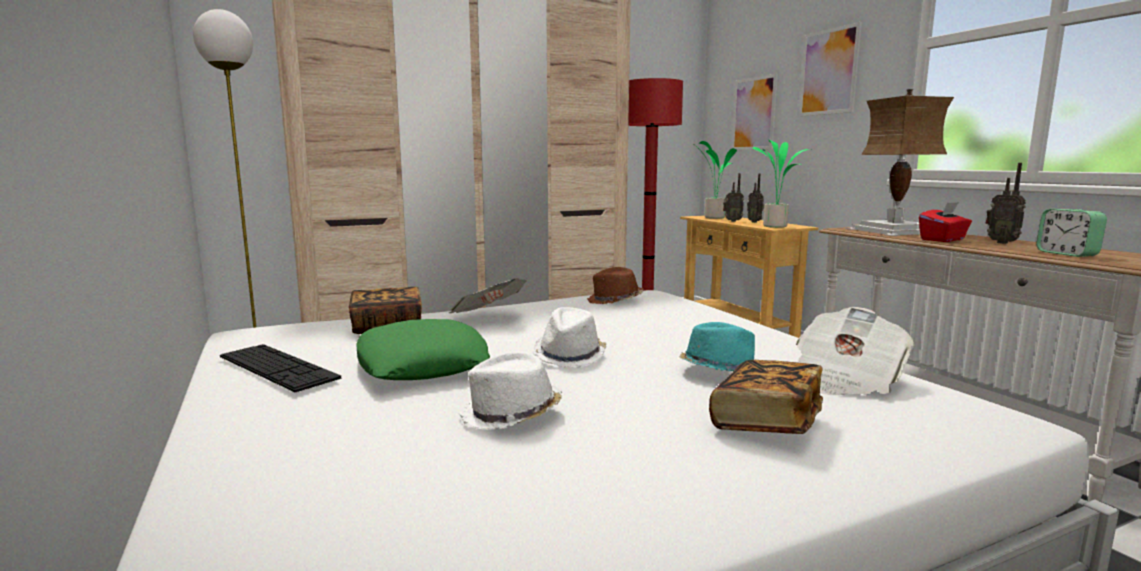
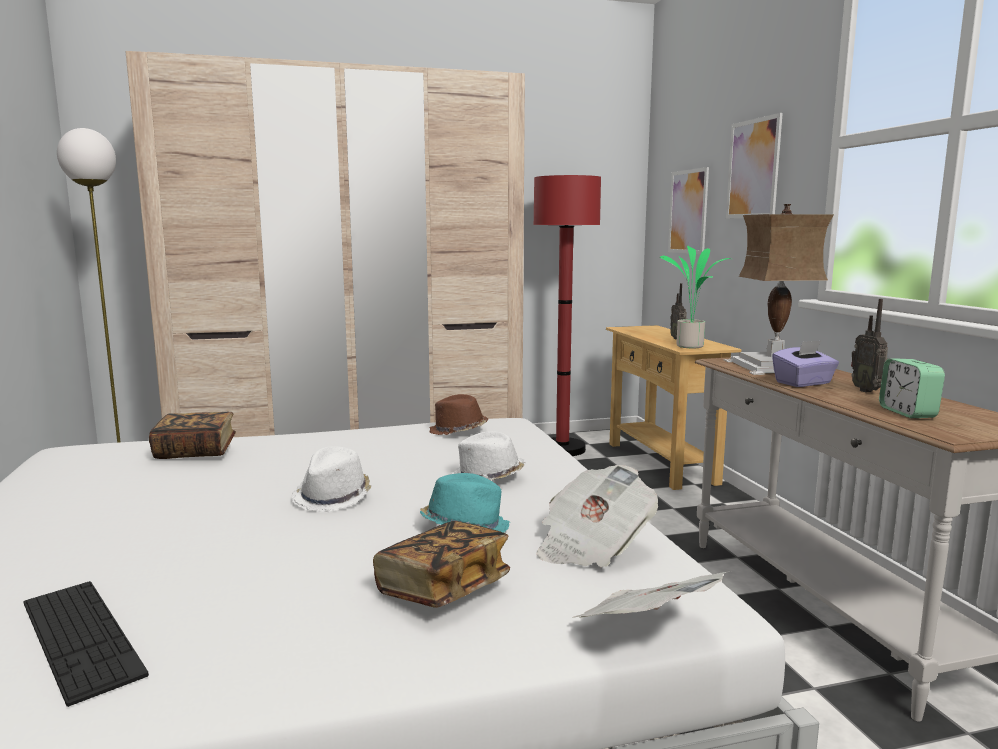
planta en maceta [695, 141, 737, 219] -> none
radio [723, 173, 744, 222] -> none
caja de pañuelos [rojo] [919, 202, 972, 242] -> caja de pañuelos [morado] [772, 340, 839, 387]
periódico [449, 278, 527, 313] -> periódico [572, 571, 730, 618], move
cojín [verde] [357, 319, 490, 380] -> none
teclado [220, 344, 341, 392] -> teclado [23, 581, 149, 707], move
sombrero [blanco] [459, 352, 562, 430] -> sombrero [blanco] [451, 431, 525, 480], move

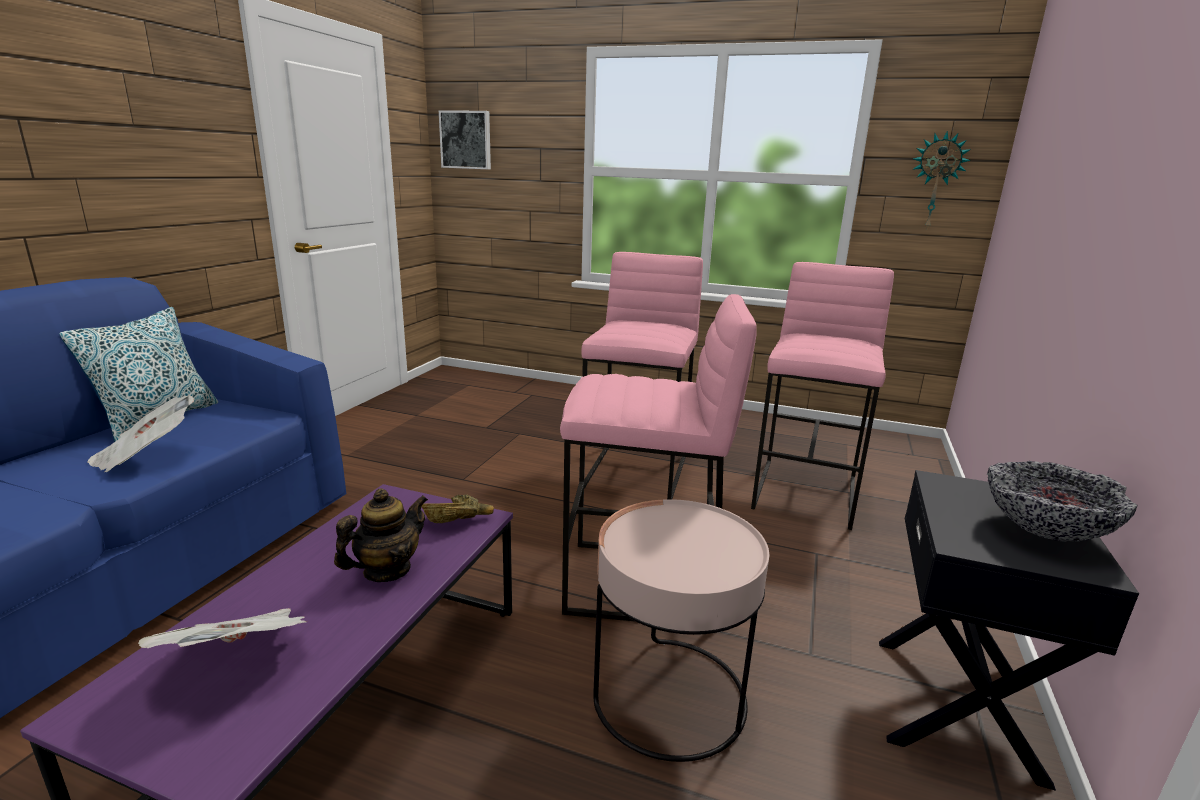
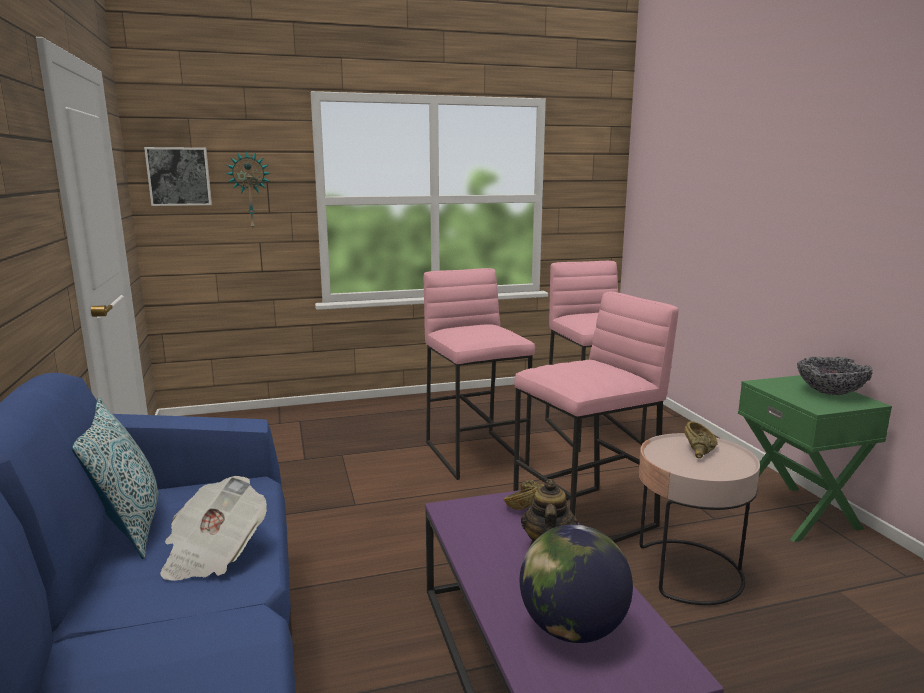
reloj de pared [912, 131, 971, 231] -> reloj de pared [226, 151, 271, 228], move
mesita de noche [negro] [879, 470, 1139, 791] -> mesita de noche [verde] [738, 375, 892, 542]
periódico [138, 608, 308, 648] -> globo terráqueo [520, 524, 633, 643]
none -> cuenco [marrón] [684, 421, 718, 458]

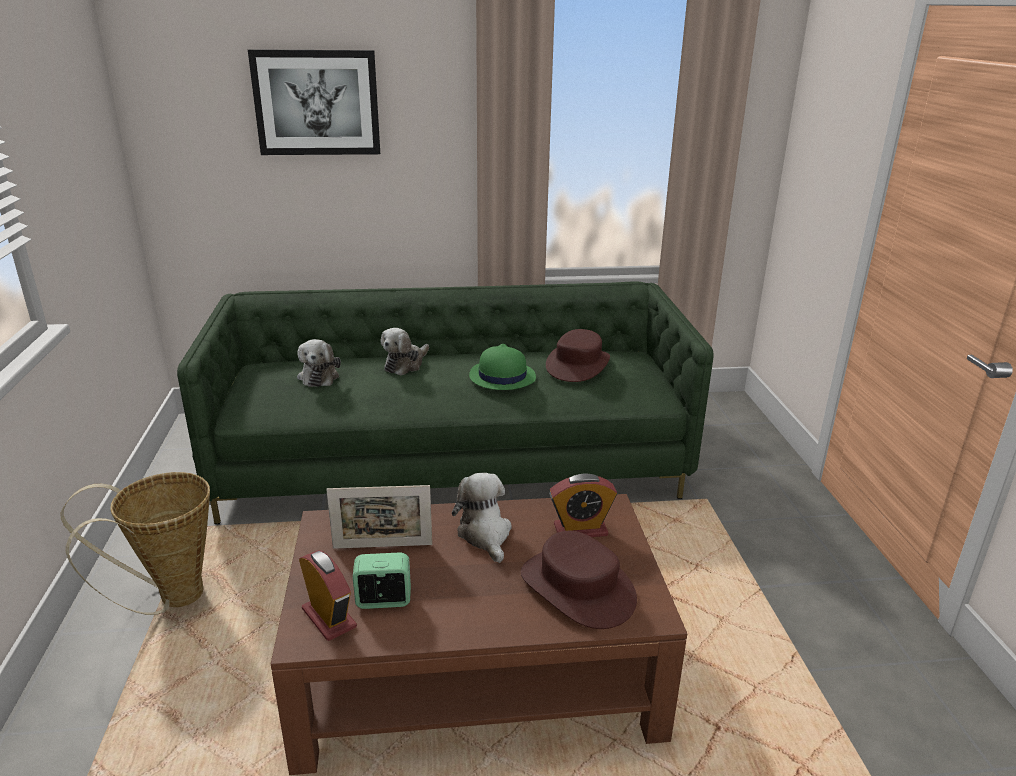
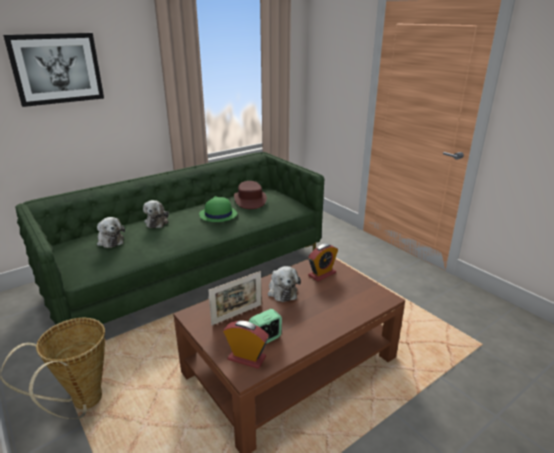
peluche [452, 473, 512, 563] -> peluche [268, 266, 301, 302], 150 degrees counterclockwise
sombrero [marrón] [521, 531, 637, 629] -> none

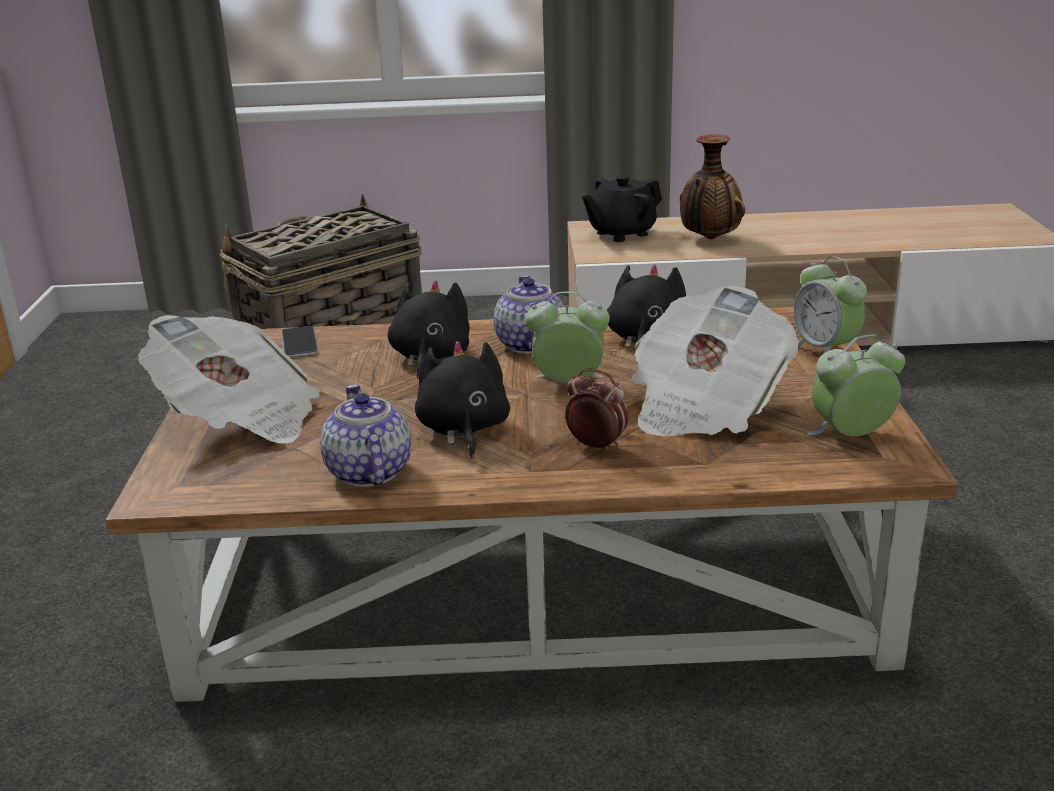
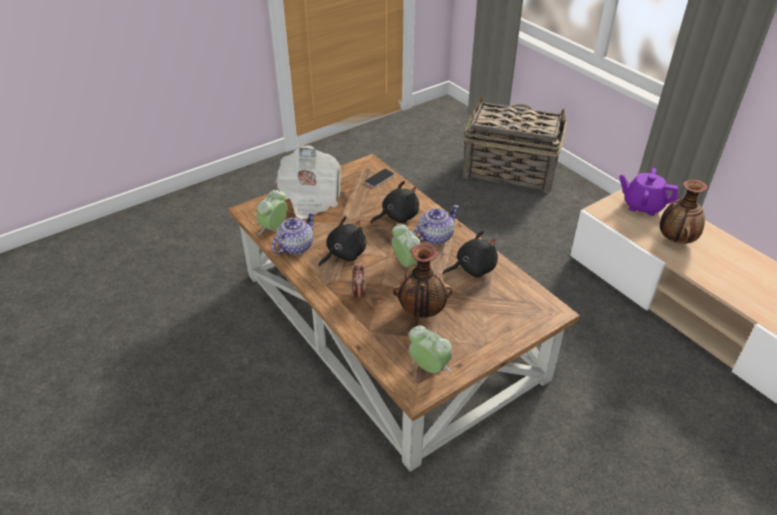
tetera [negro] [582, 175, 662, 242] -> tetera [morado] [619, 168, 678, 216]
despertador [794, 256, 867, 353] -> despertador [256, 190, 287, 235], move
periódico [631, 286, 798, 436] -> florero [393, 243, 452, 318]

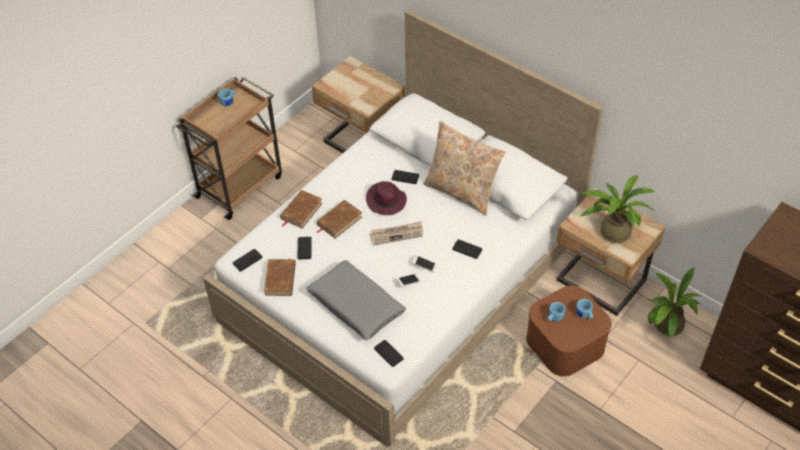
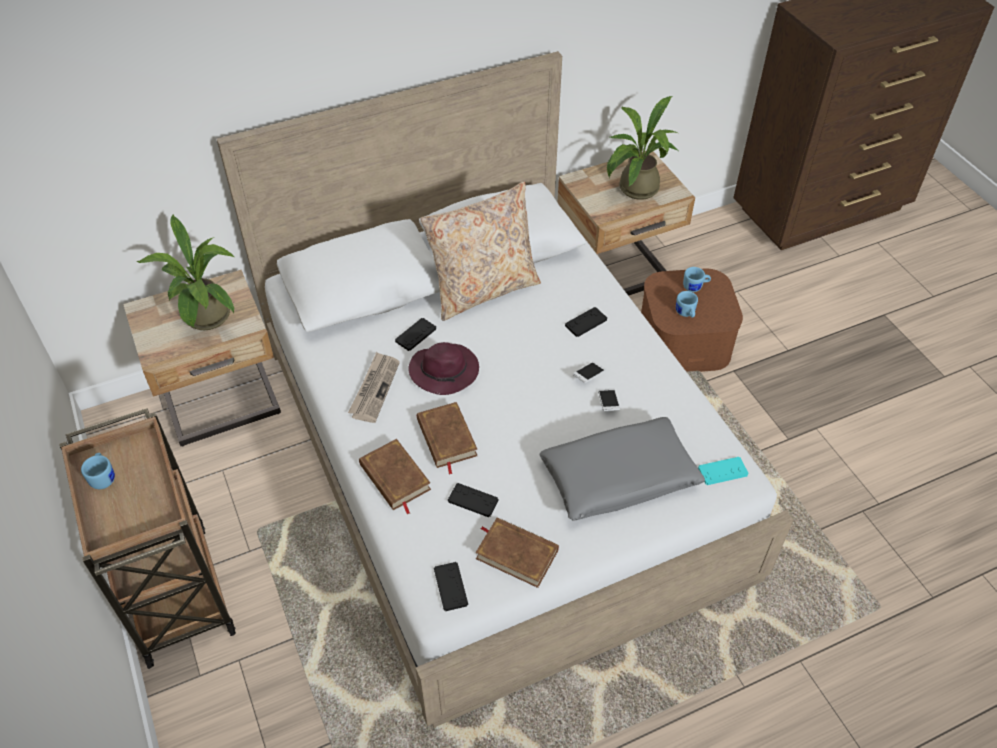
periódico [370, 221, 423, 246] -> periódico [348, 352, 400, 423], move
planta en maceta [648, 268, 701, 338] -> planta en maceta [137, 214, 235, 330], move
mando de consola [negro] [374, 340, 404, 367] -> mando de consola [turquesa] [698, 457, 748, 485]

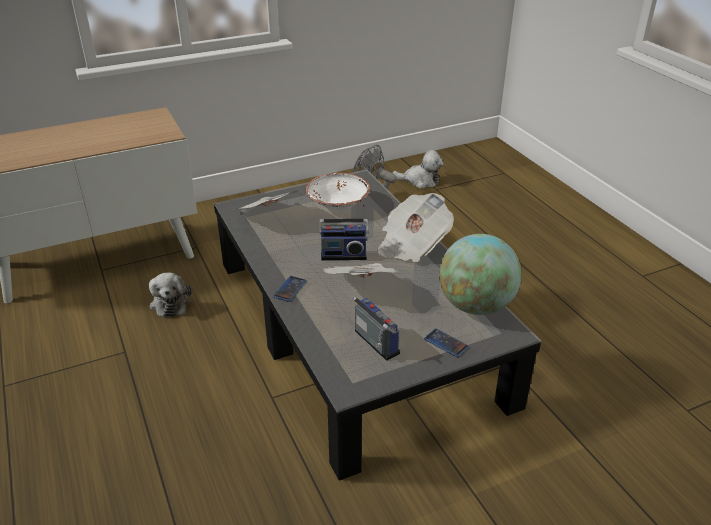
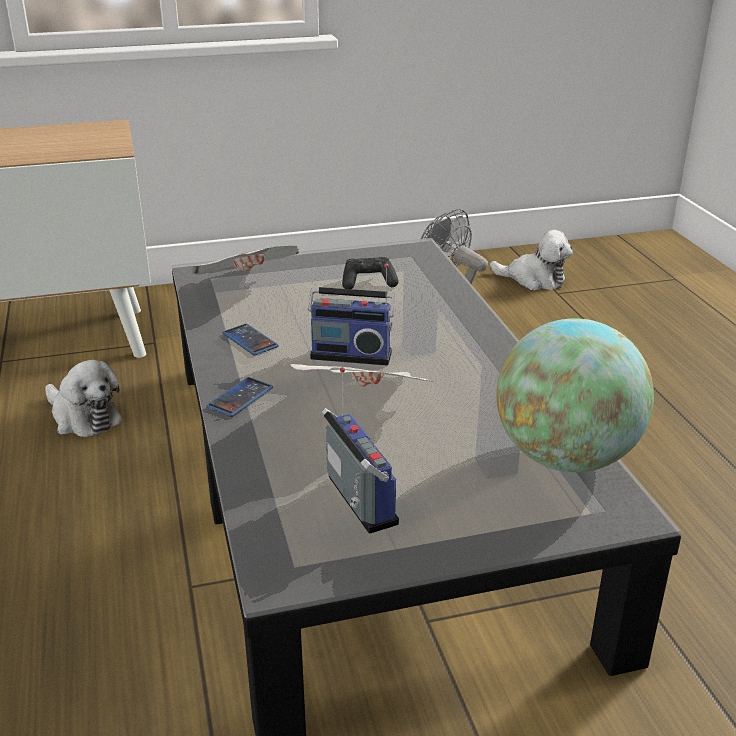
cuenco [blanco] [305, 173, 370, 211] -> mando de consola [negro] [342, 257, 399, 289]
periódico [377, 193, 454, 262] -> none
peluche [149, 273, 192, 318] -> peluche [45, 360, 122, 437], 45 degrees counterclockwise
móvil [424, 328, 469, 357] -> móvil [222, 324, 279, 356], move

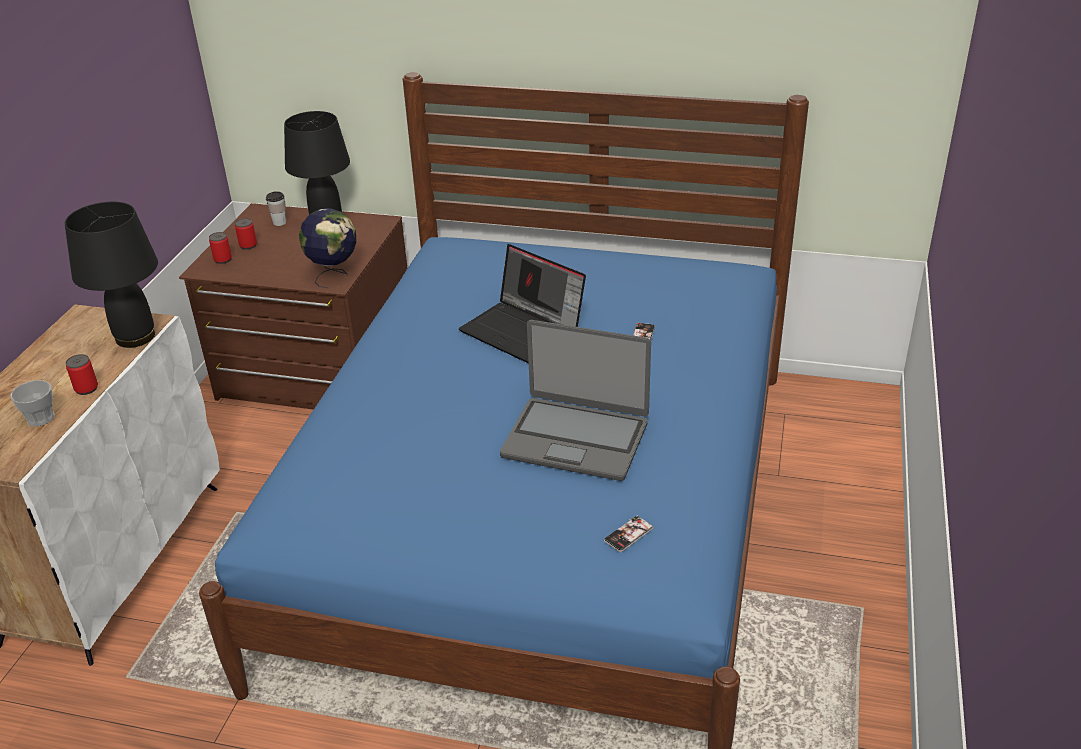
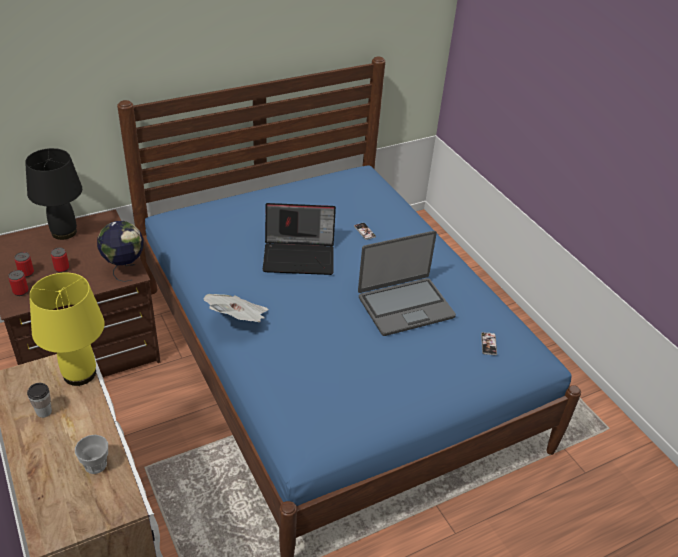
taza [266, 191, 286, 226] -> taza [27, 383, 52, 418], move
lámpara de mesa [negro] [65, 202, 158, 348] -> lámpara de mesa [amarillo] [29, 272, 105, 386]
lata [66, 354, 98, 395] -> lata [51, 247, 69, 273], move
none -> periódico [204, 294, 268, 322]

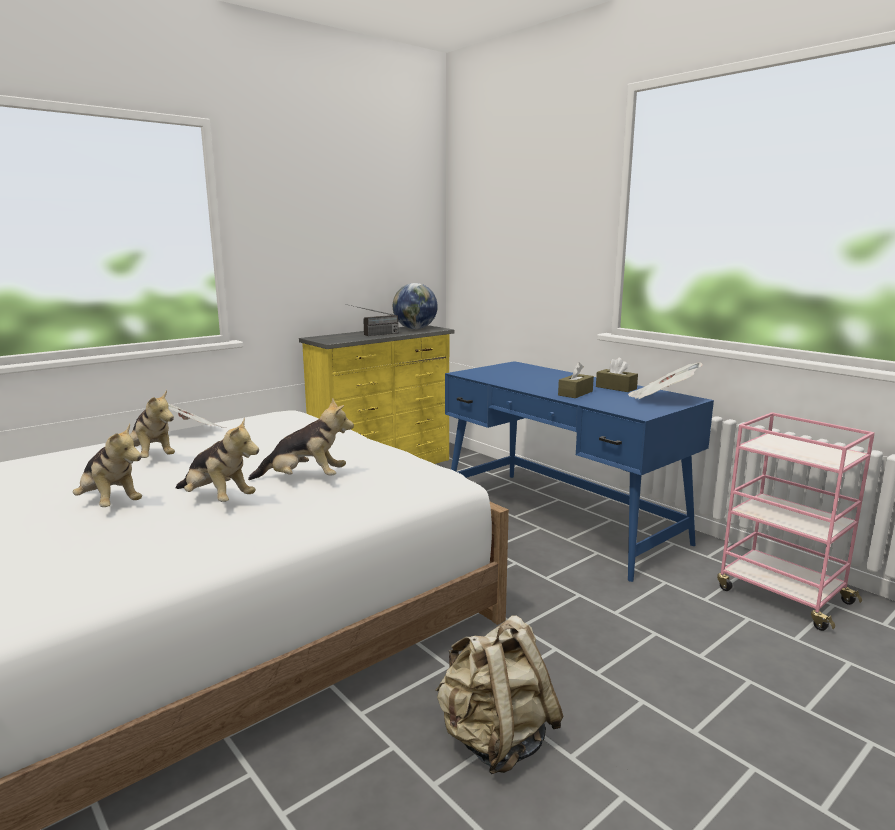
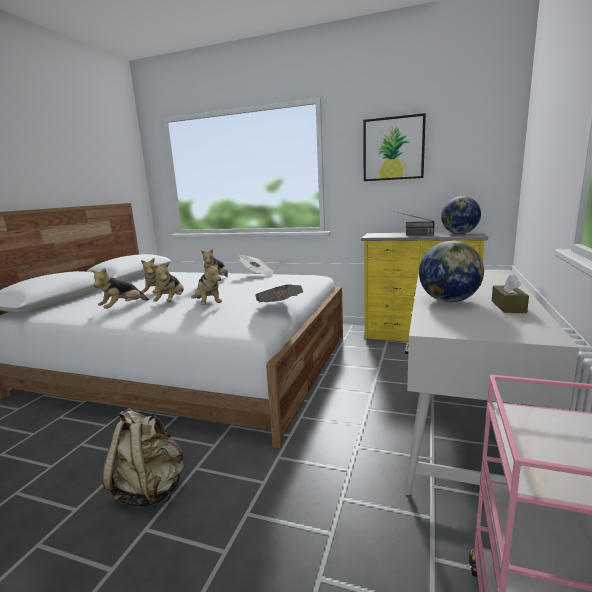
escritorio [azul] [445, 361, 714, 582] -> escritorio [blanco] [405, 269, 579, 495]
caja de pañuelos [marrón] [558, 362, 594, 398] -> globo terráqueo [419, 241, 484, 302]
periódico [628, 363, 703, 399] -> periódico [255, 284, 303, 302], move
none -> cuadro [363, 113, 426, 181]
none -> peluche [90, 268, 149, 309]

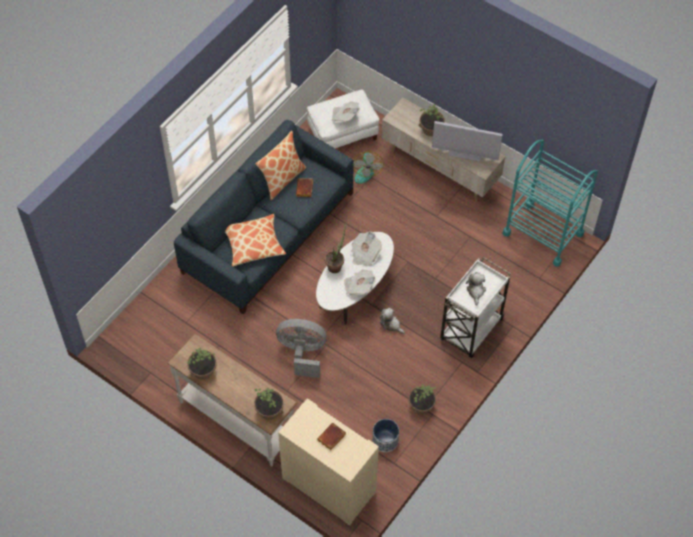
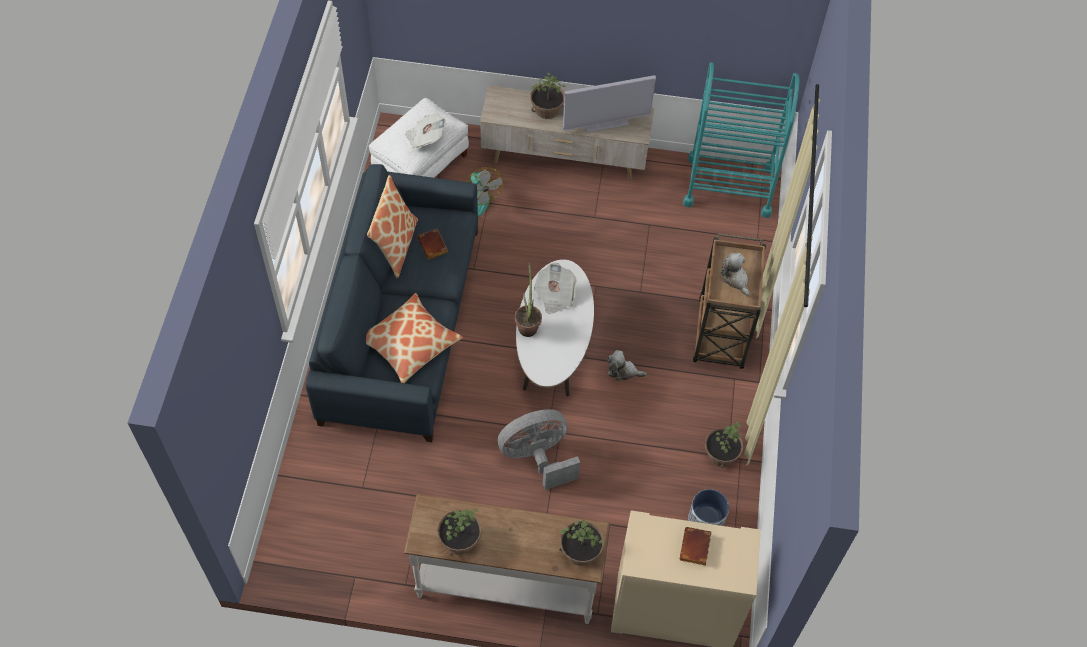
carrito [blanco] [440, 257, 511, 358] -> carrito [marrón] [693, 233, 766, 369]
periódico [344, 270, 376, 295] -> none

